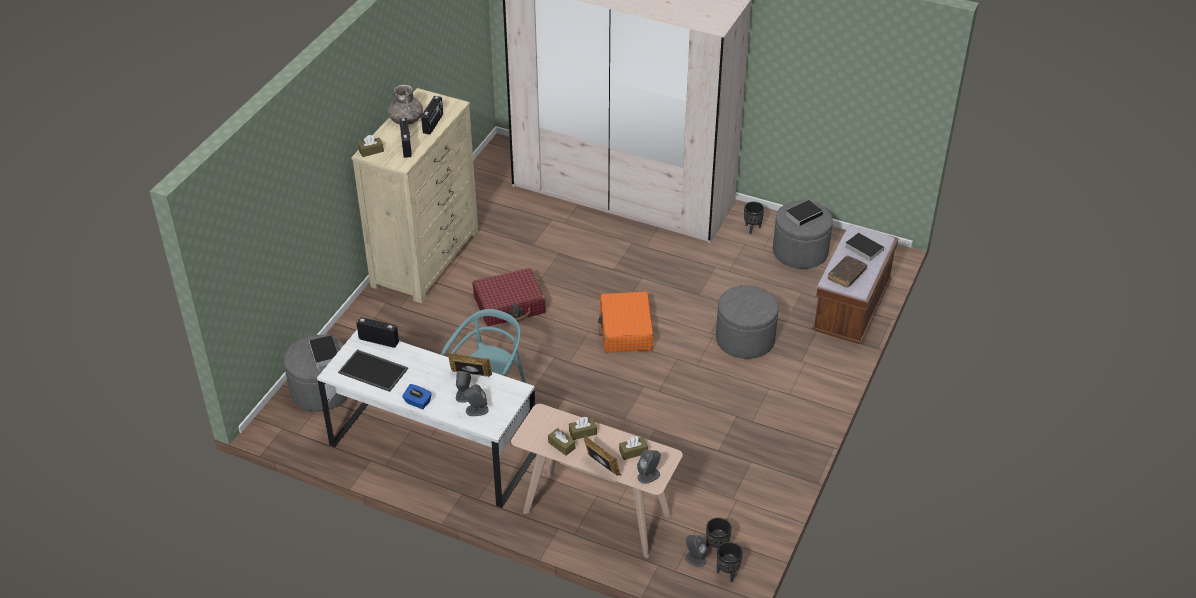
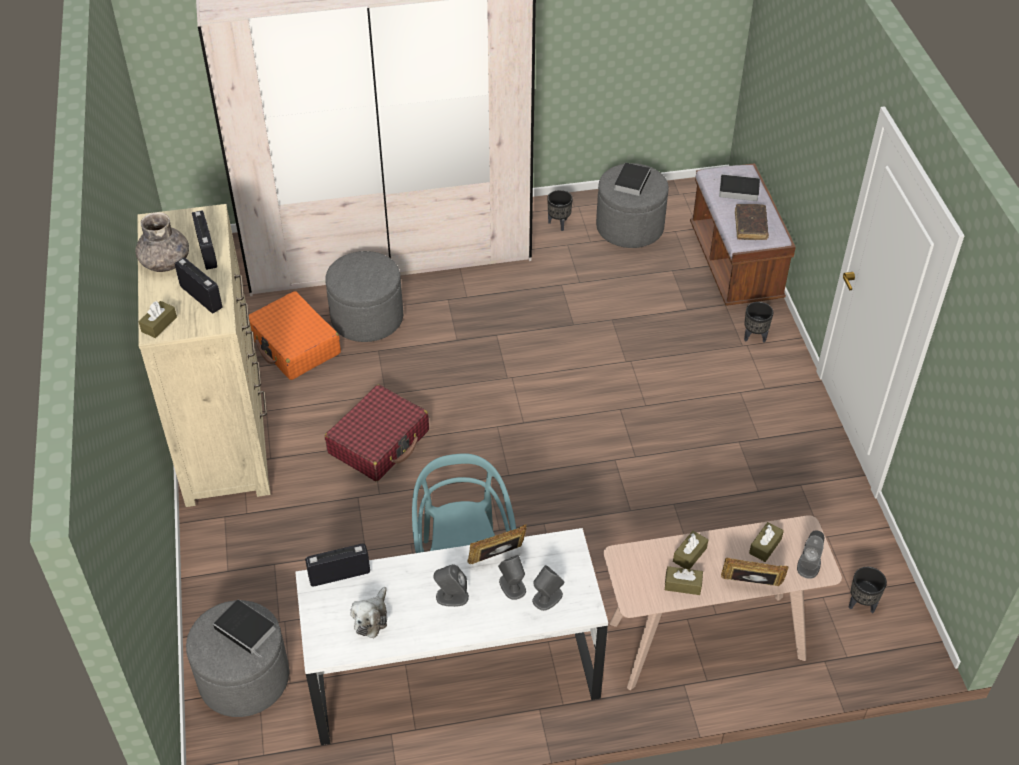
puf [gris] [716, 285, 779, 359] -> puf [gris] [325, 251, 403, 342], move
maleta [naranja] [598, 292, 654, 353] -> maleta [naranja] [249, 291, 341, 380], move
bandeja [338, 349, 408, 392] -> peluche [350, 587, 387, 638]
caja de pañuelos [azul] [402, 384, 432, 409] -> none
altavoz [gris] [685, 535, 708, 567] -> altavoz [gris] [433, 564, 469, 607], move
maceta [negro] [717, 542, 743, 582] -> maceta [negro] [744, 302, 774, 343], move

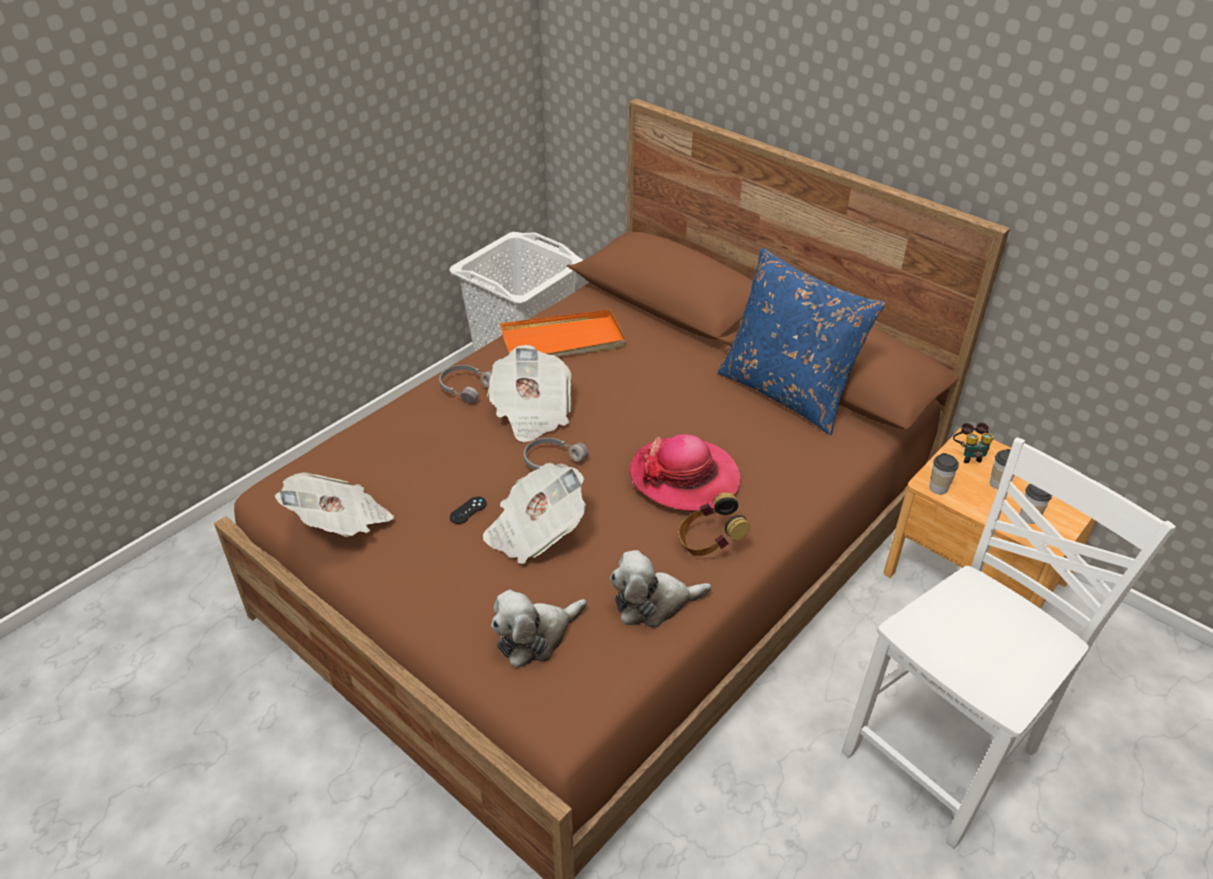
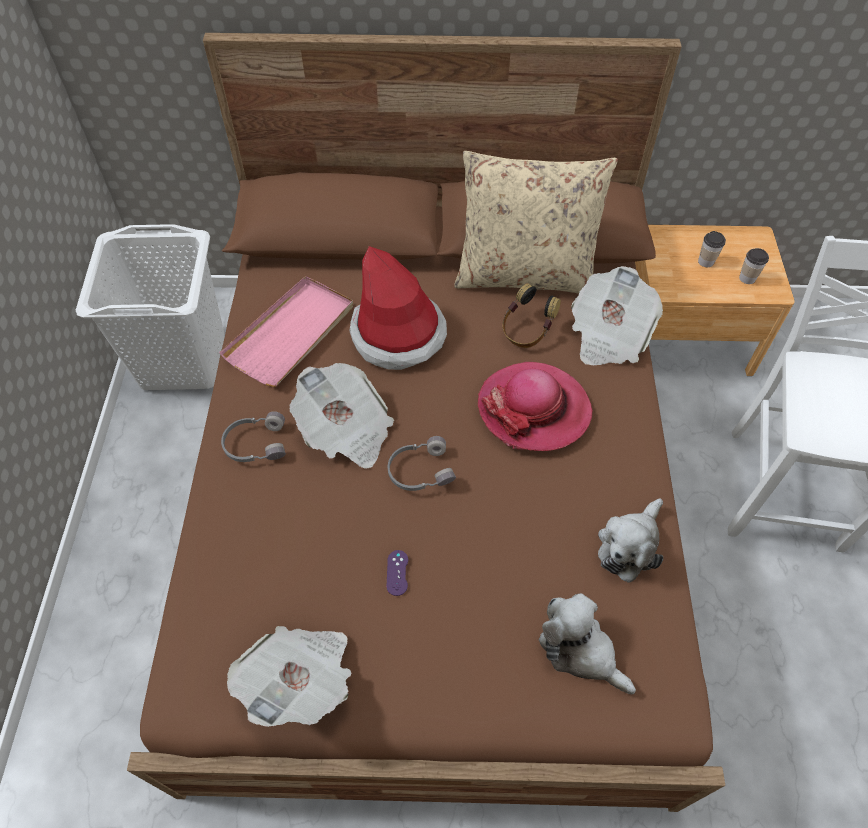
cojín [azul] [718, 248, 885, 435] -> cojín [beis] [454, 151, 618, 293]
bandeja [naranja] [500, 309, 626, 357] -> bandeja [rosa] [219, 276, 353, 387]
prismáticos [953, 423, 994, 463] -> none
taza [929, 453, 959, 494] -> none
periódico [483, 463, 586, 564] -> periódico [571, 266, 663, 365], move
auriculares [678, 492, 750, 556] -> auriculares [502, 283, 561, 348], move
mando de consola [negro] [450, 496, 487, 524] -> mando de consola [morado] [386, 550, 408, 596]
peluche [491, 590, 587, 668] -> peluche [539, 593, 636, 695], 120 degrees clockwise
none -> sombrero [349, 246, 447, 370]

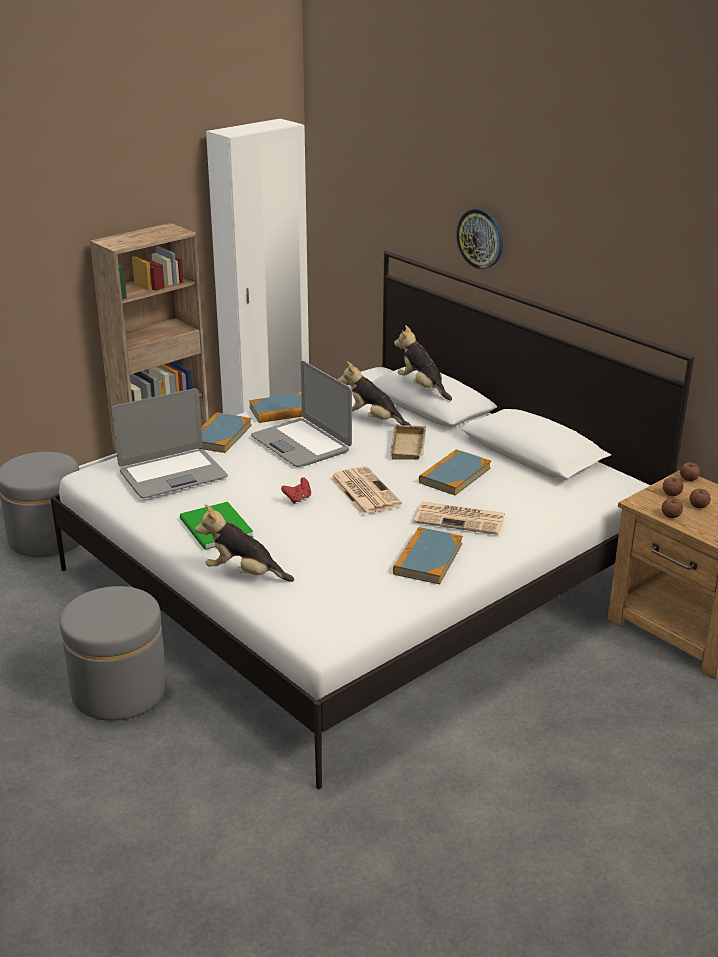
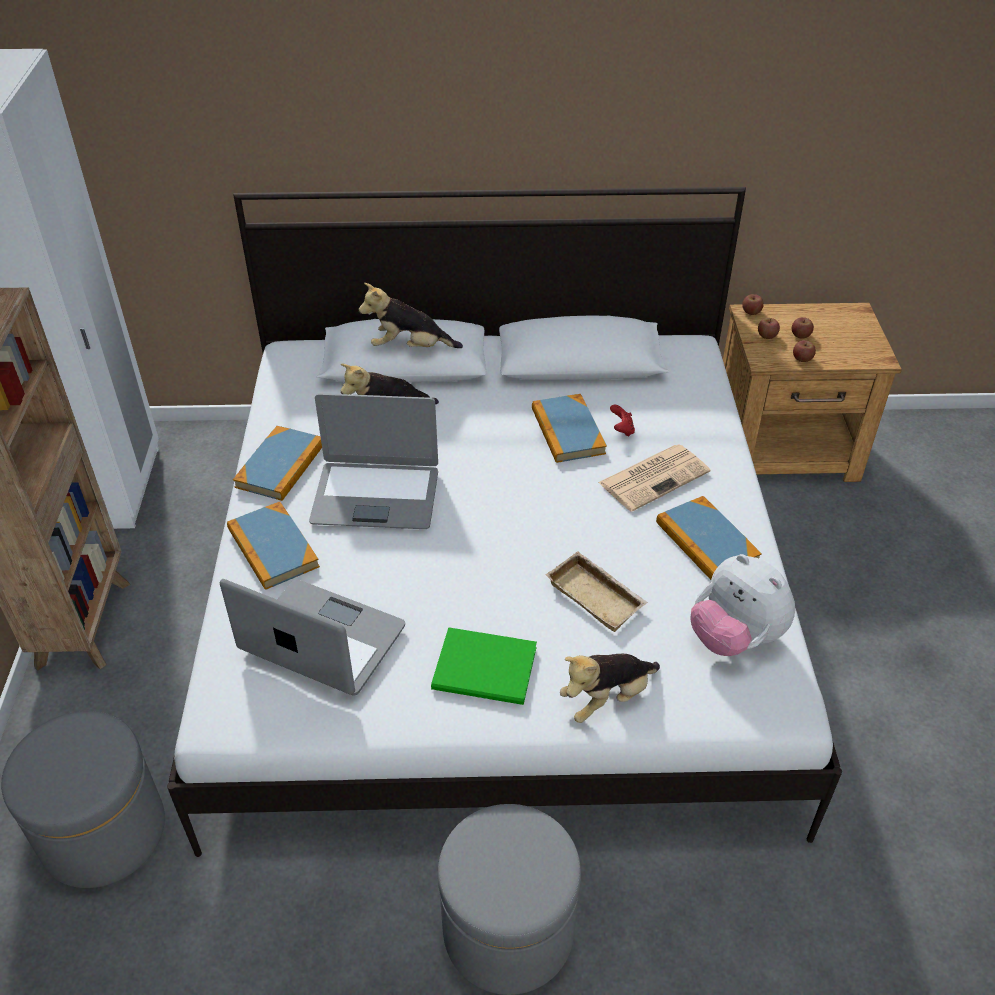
reloj de pared [456, 209, 503, 269] -> none
portátil [112, 388, 228, 498] -> portátil [220, 579, 405, 696], 75 degrees counterclockwise
bandeja [beis] [390, 424, 426, 460] -> bandeja [beis] [546, 551, 648, 632], move
periódico [330, 466, 402, 515] -> none
mando de consola [rojo] [281, 477, 311, 504] -> mando de consola [rojo] [610, 405, 635, 437], move
none -> peluche [690, 554, 795, 656]

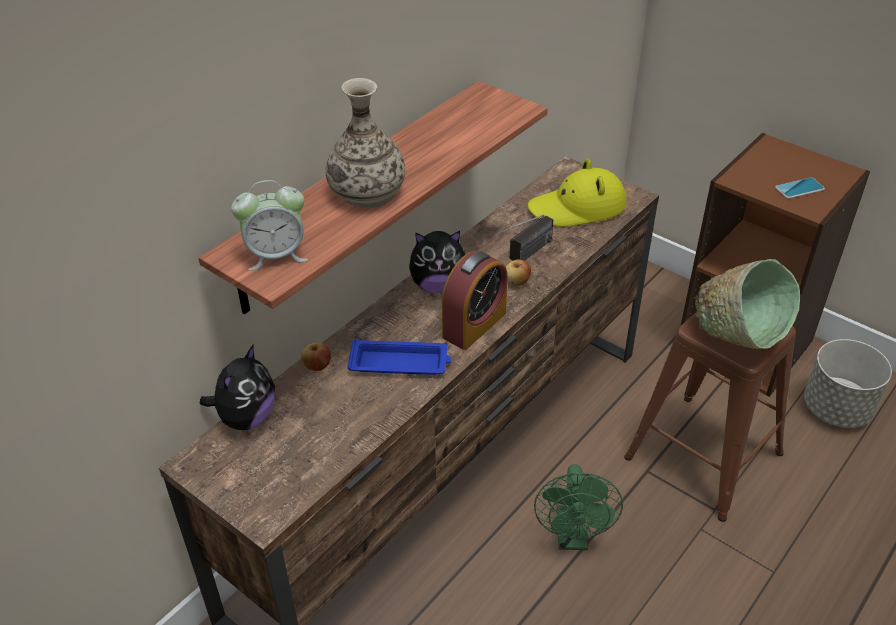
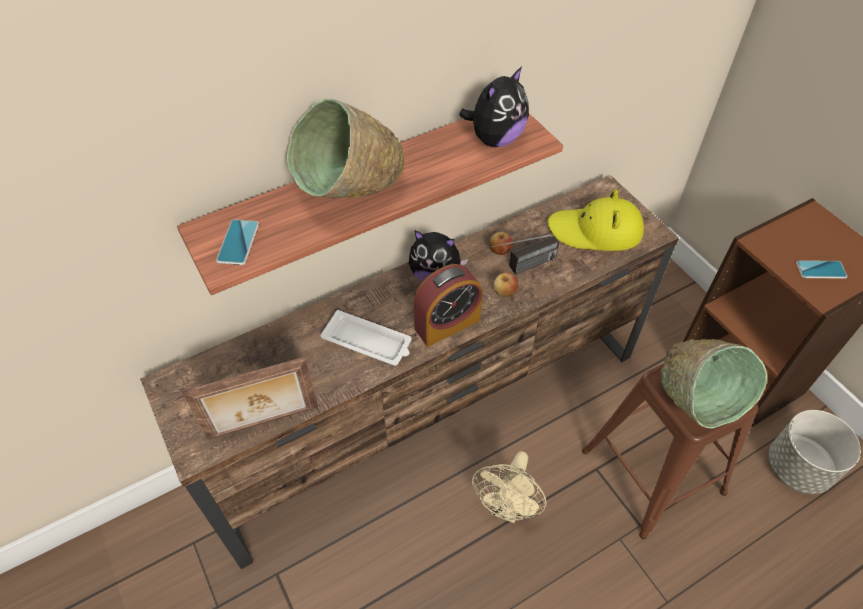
florero [326, 78, 405, 208] -> cuenco [verde] [287, 99, 404, 199]
despertador [231, 180, 308, 271] -> móvil [216, 219, 259, 265]
bandeja [azul] [348, 340, 451, 375] -> bandeja [blanco] [320, 310, 412, 366]
manzana [301, 343, 331, 371] -> manzana [489, 232, 513, 255], move
peluche [200, 345, 275, 430] -> peluche [459, 66, 529, 147], move
ventilador [verde] [534, 464, 623, 550] -> ventilador [beis] [472, 451, 547, 523]
none -> portarretratos [182, 357, 318, 440]

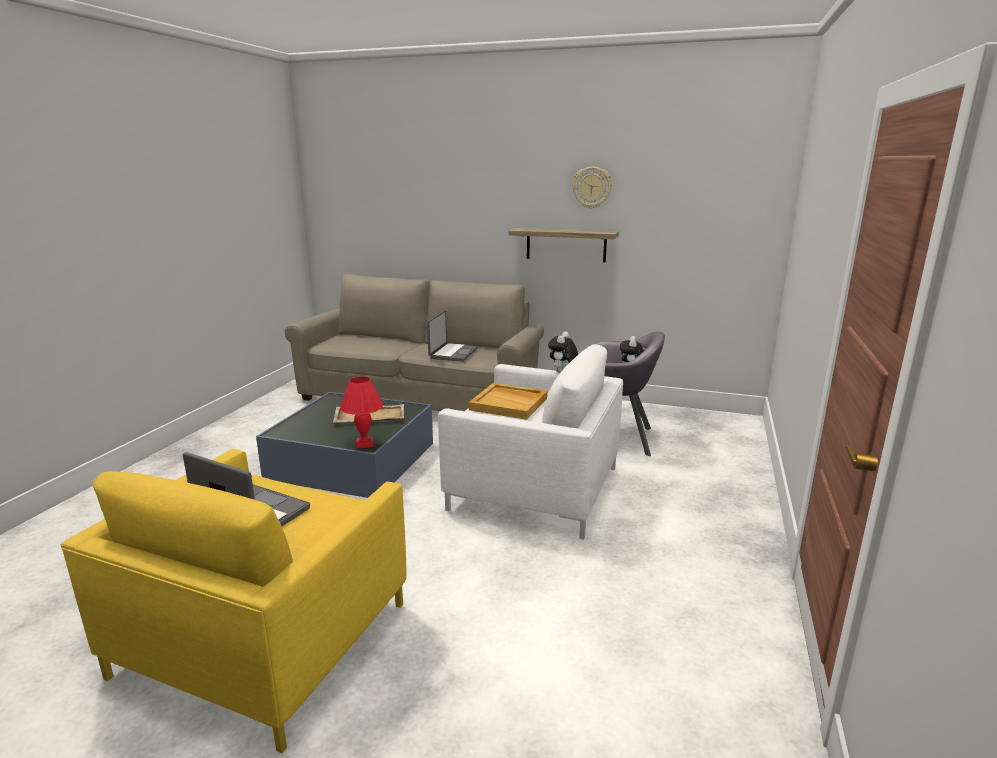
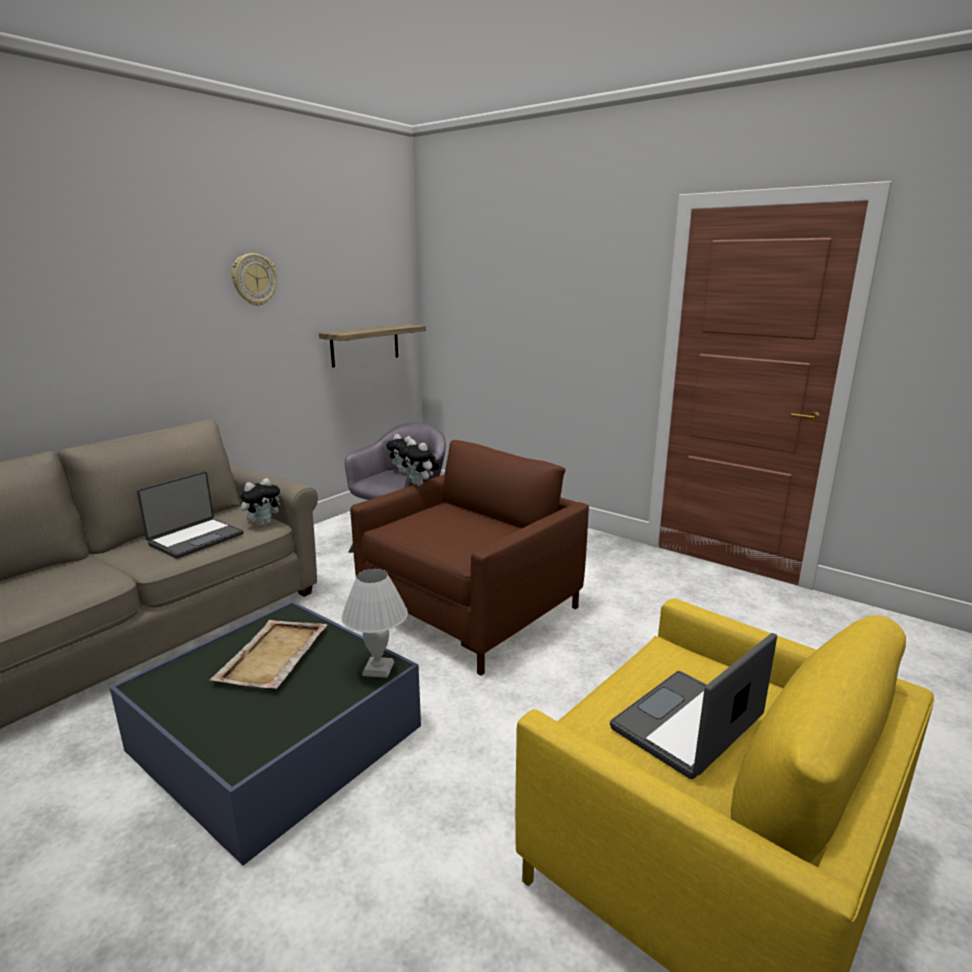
estante [508, 228, 619, 262] -> estante [319, 324, 426, 368], move
portátil [427, 311, 478, 362] -> portátil [136, 471, 244, 559], 90 degrees clockwise
sillón [blanco] [438, 344, 623, 540] -> sillón [marrón] [350, 440, 589, 676]
lámpara de mesa [rojo] [340, 377, 383, 449] -> lámpara de mesa [blanco] [341, 569, 408, 678]
bandeja [beis] [469, 383, 548, 420] -> none
none -> peluche [240, 478, 280, 527]

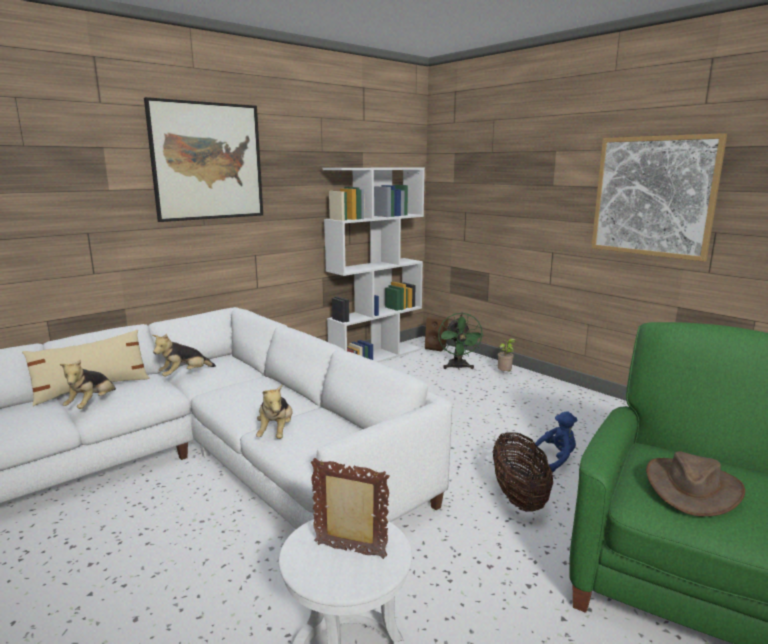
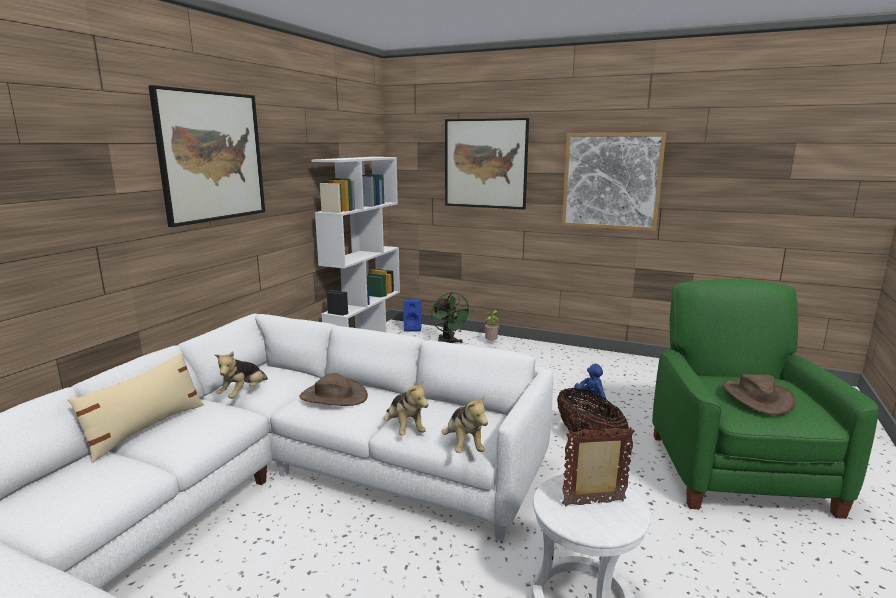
altavoz [marrón] [425, 316, 448, 351] -> altavoz [azul] [403, 299, 421, 332]
peluche [60, 360, 116, 409] -> peluche [442, 395, 488, 453], move
none -> cuadro [445, 118, 529, 209]
none -> sombrero [marrón] [300, 373, 368, 406]

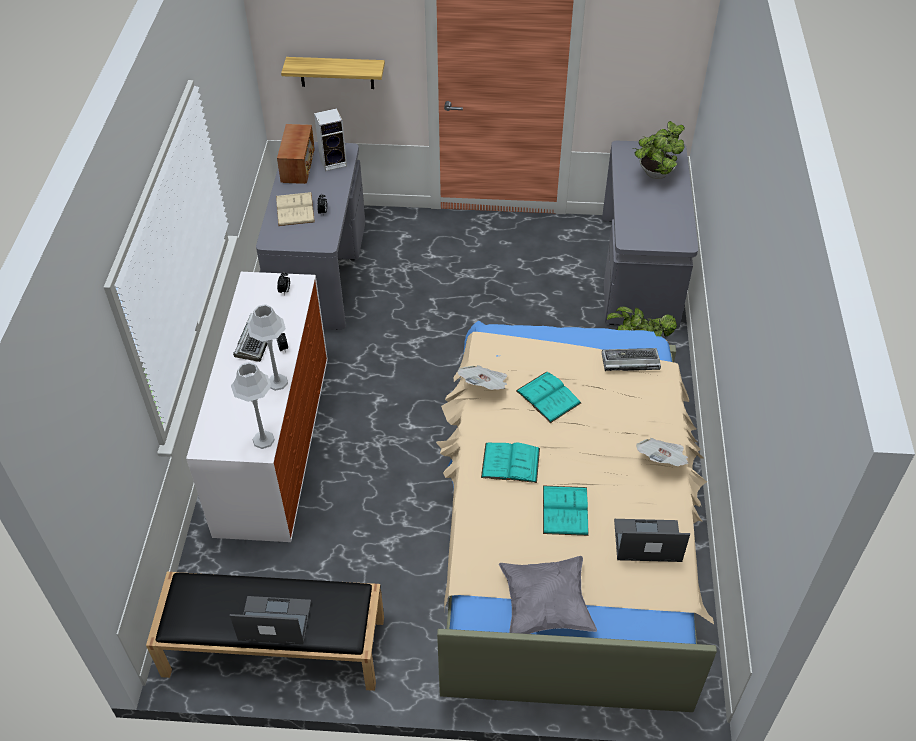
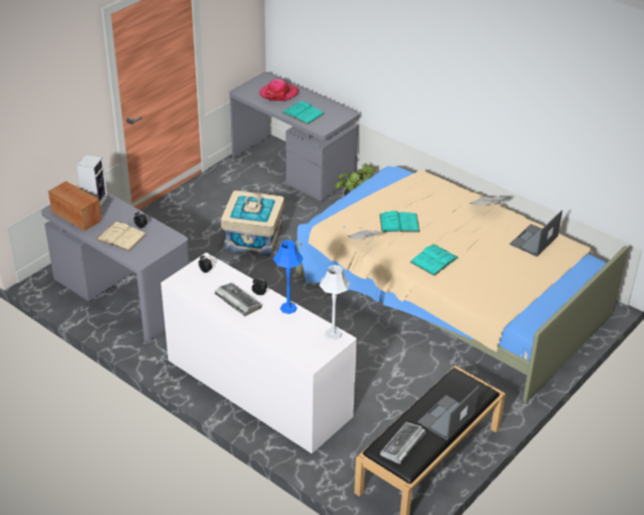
estante [281, 57, 385, 89] -> none
planta en maceta [634, 121, 685, 179] -> sombrero [259, 79, 299, 101]
lámpara de mesa [gris] [247, 304, 288, 391] -> lámpara de mesa [azul] [273, 240, 304, 314]
teclado [602, 348, 661, 371] -> teclado [380, 422, 426, 464], move
libro [turquesa] [543, 486, 589, 536] -> libro [turquesa] [281, 101, 325, 125], move
cojín [gris] [499, 556, 597, 634] -> none
none -> caja de almacenaje [beis] [221, 191, 284, 256]

